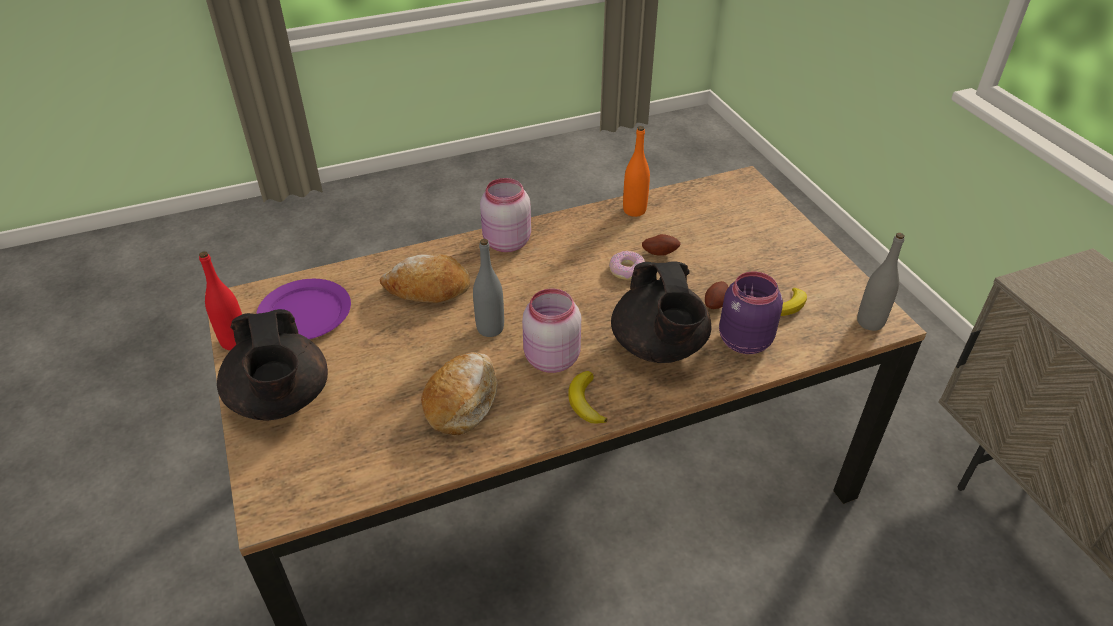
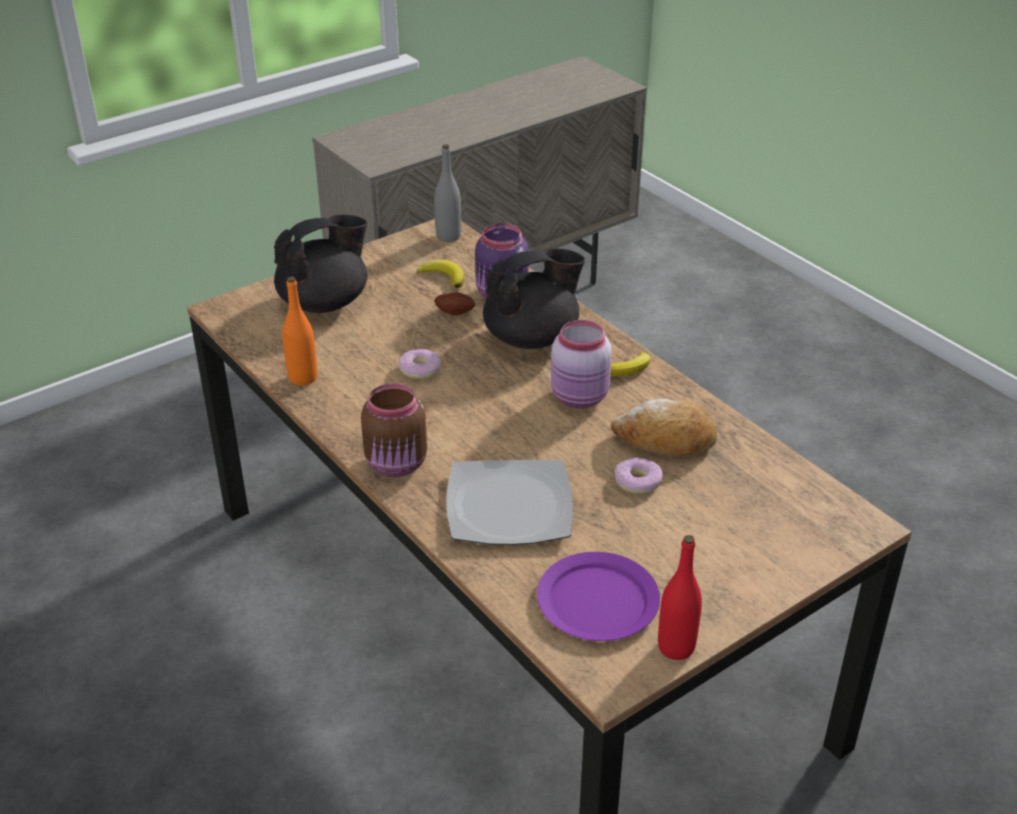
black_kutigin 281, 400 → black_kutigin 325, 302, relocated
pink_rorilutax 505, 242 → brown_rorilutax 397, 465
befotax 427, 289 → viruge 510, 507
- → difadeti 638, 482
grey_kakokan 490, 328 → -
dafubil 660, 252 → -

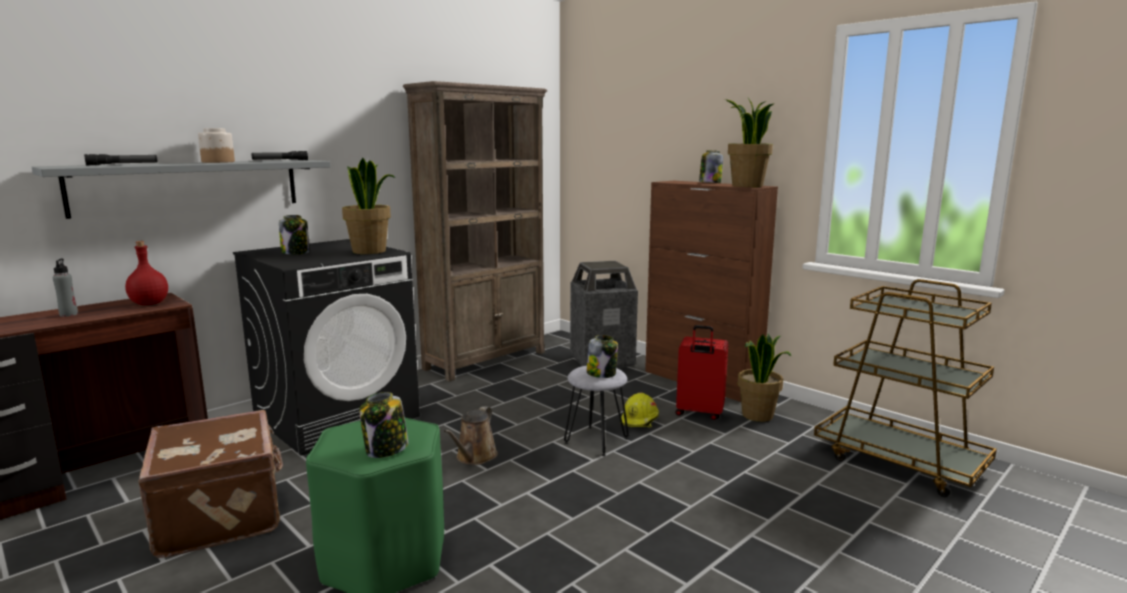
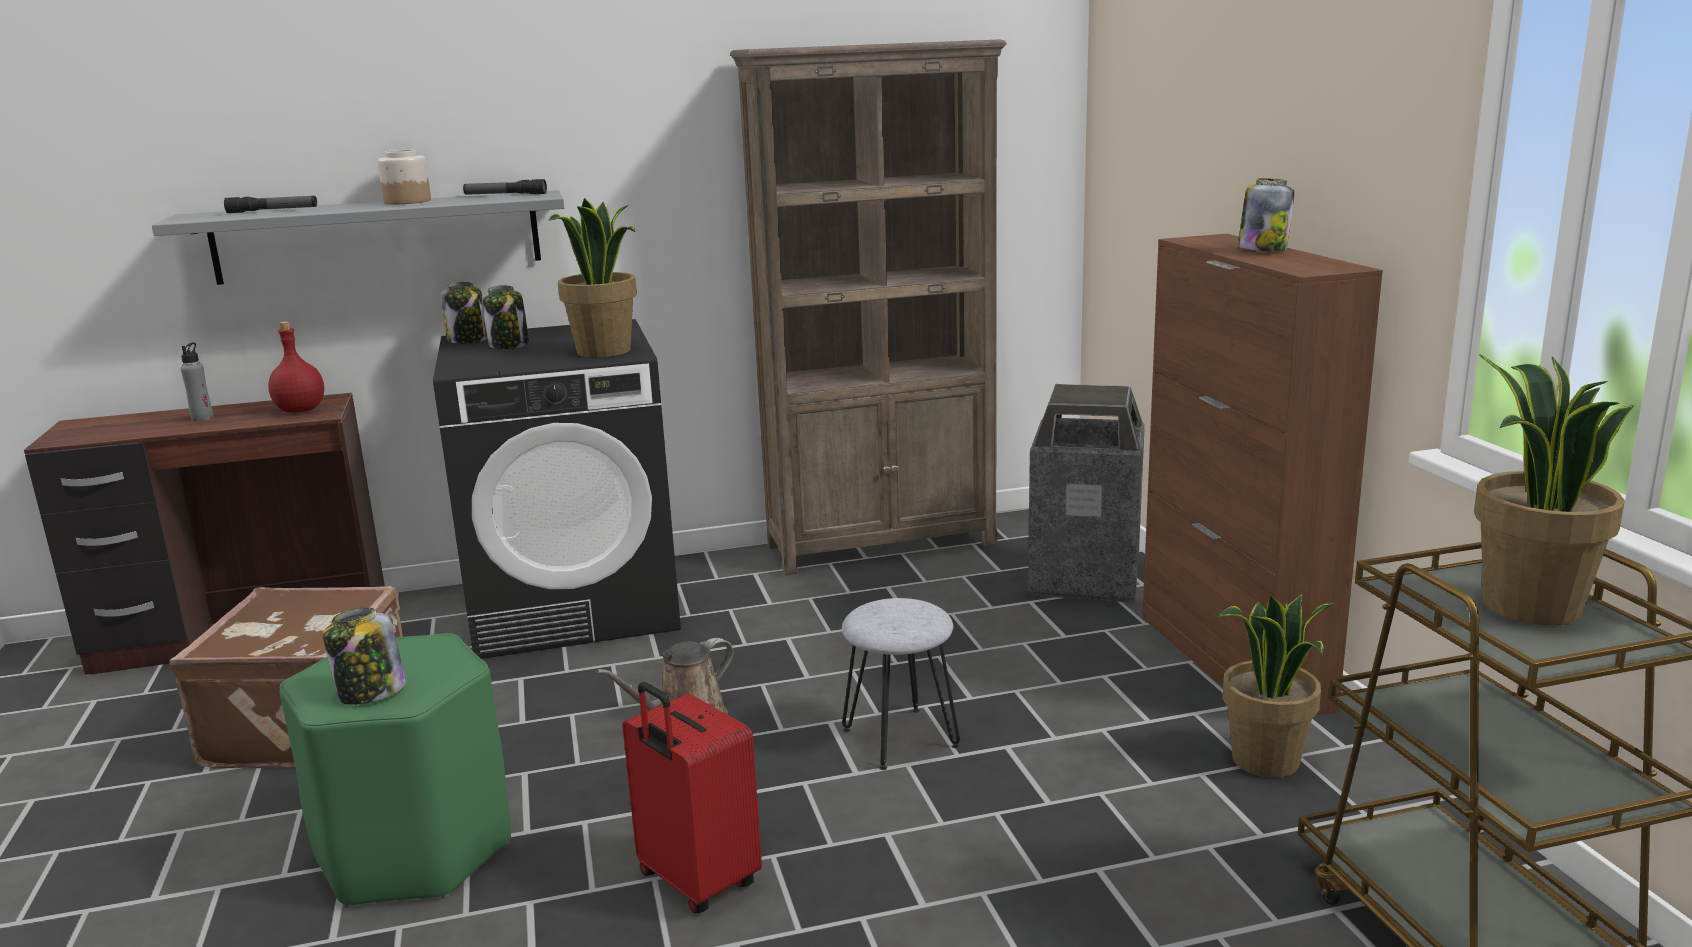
rorilutax 602, 374 → rorilutax 468, 340, relocated
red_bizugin 699, 413 → red_bizugin 696, 882, relocated
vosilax 746, 186 → vosilax 1529, 607, relocated
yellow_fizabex 640, 420 → -

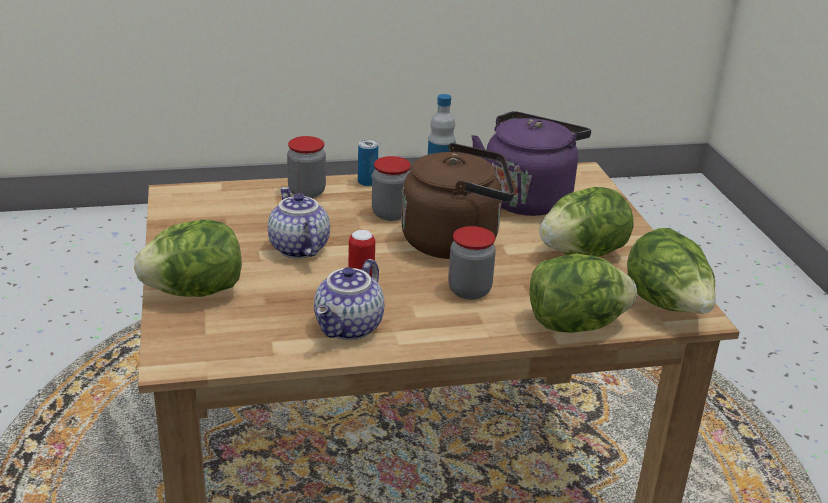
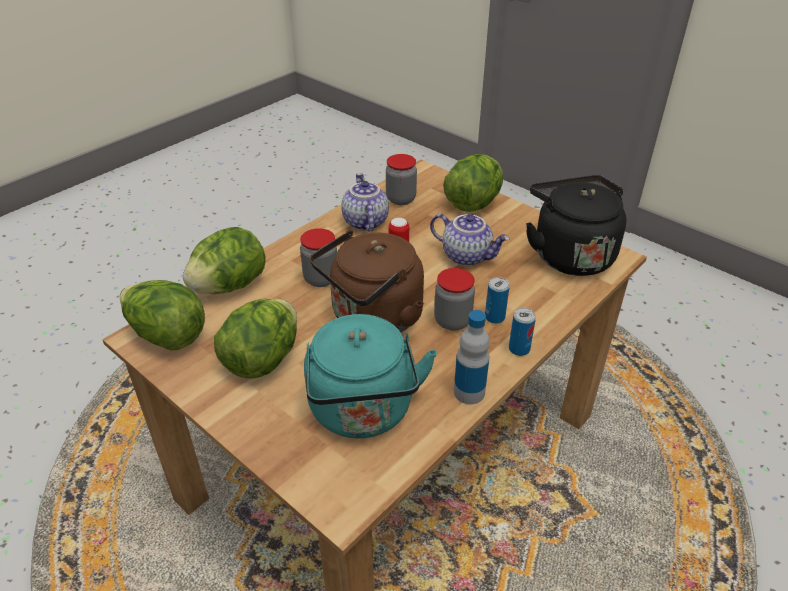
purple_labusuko 528, 198 → turquoise_labusuko 363, 412
rorilutax 307, 192 → rorilutax 401, 199, relocated
- → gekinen 494, 317
- → black_labusuko 569, 254

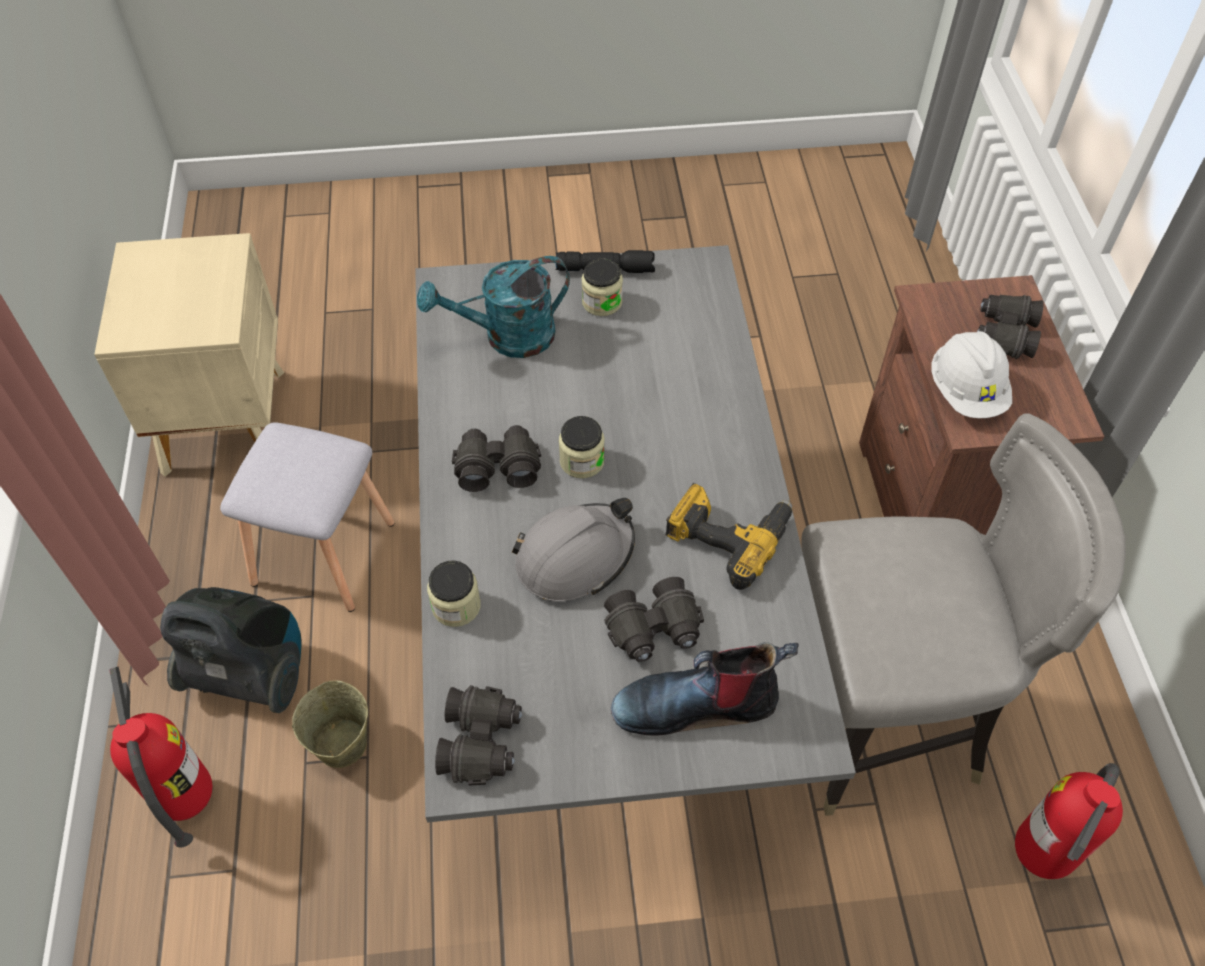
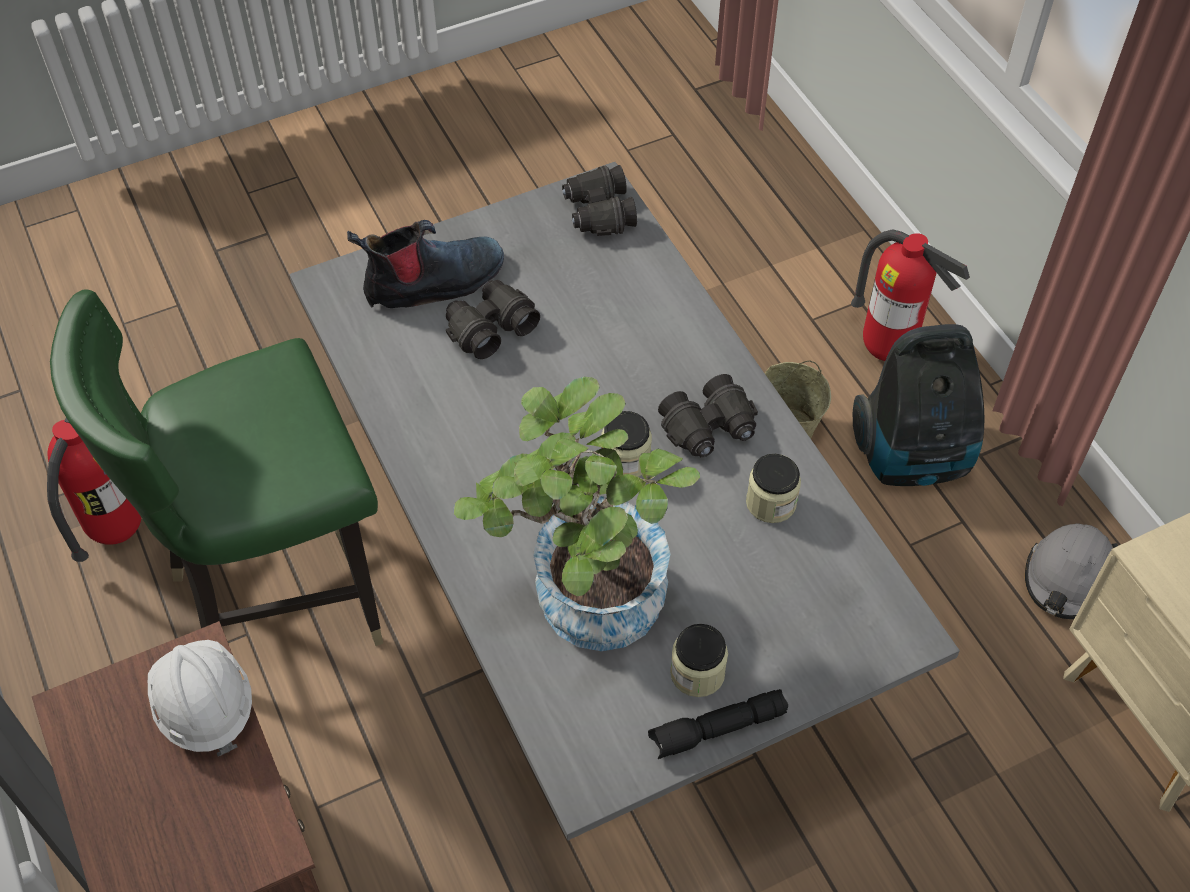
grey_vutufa 879, 727 → green_vutufa 279, 598
- → vosilax 584, 606
rorilutax 456, 606 → rorilutax 771, 502, relocated
grey_fizabex 575, 557 → grey_fizabex 1068, 578, relocated
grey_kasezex 323, 550 → -
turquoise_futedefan 507, 337 → -
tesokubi 728, 535 → -
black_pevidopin 1004, 334 → -

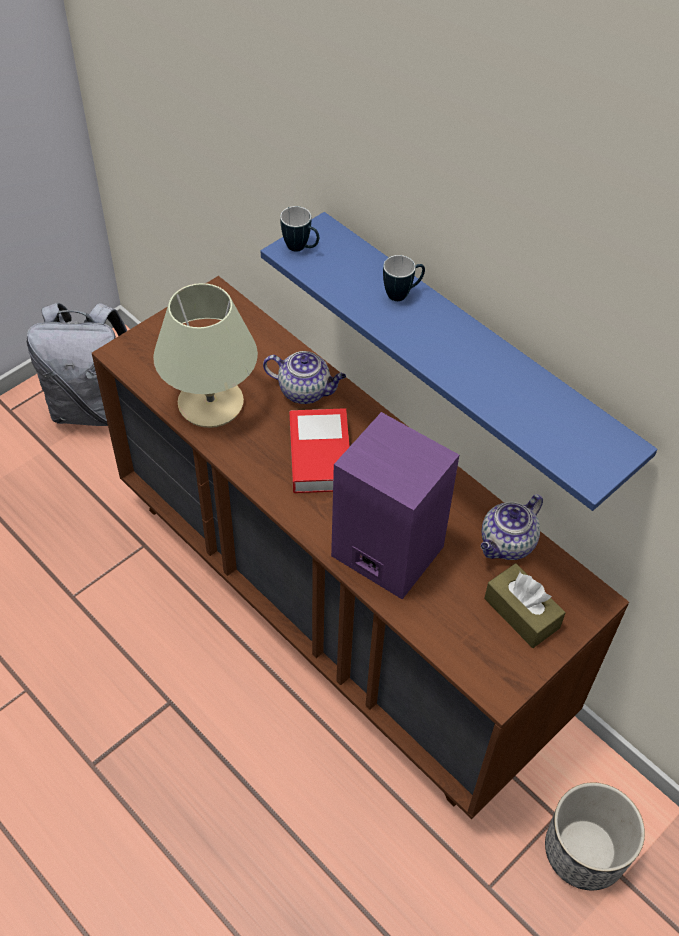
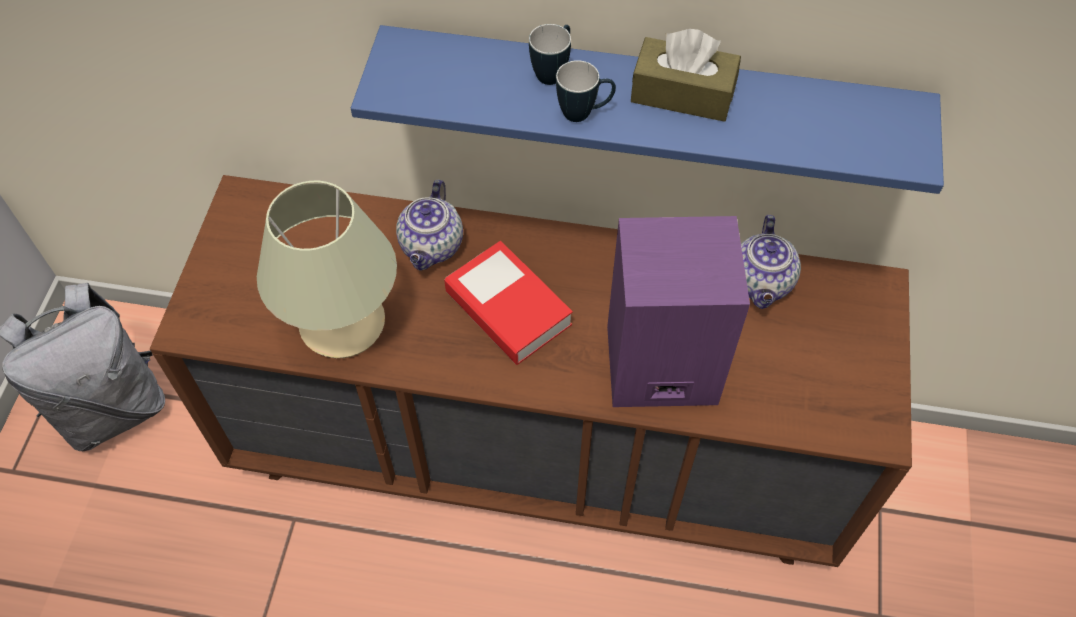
kutigin 305, 391 → kutigin 432, 247, 120 degrees clockwise
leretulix 301, 248 → leretulix 584, 113, relocated
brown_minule 521, 613 → brown_minule 682, 94, relocated
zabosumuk 584, 851 → -

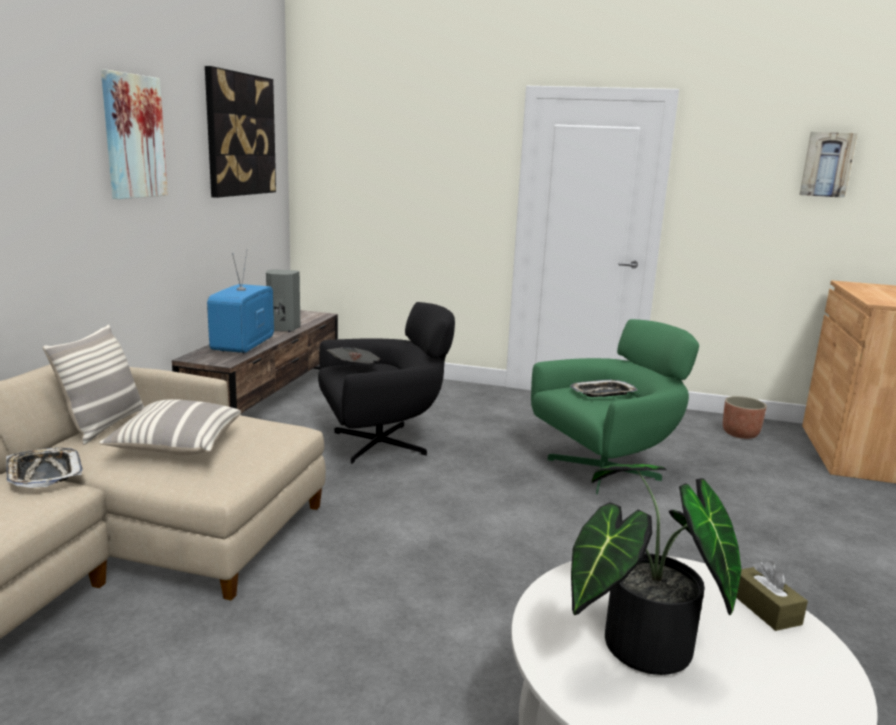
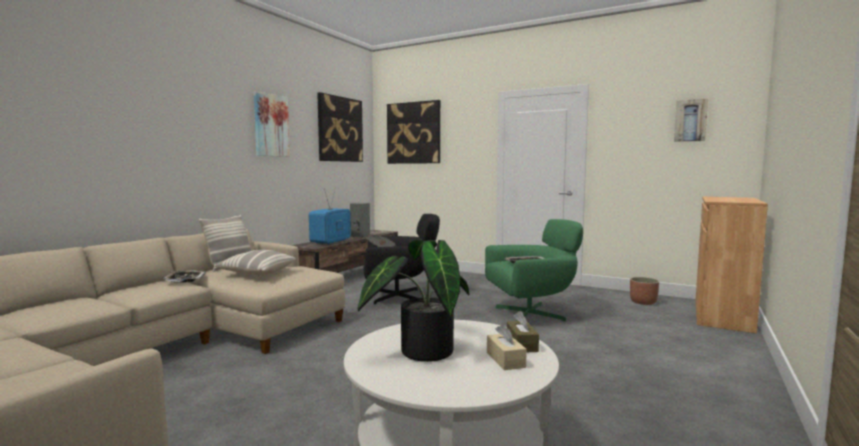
- → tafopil 413, 133
- → beige_minule 505, 360

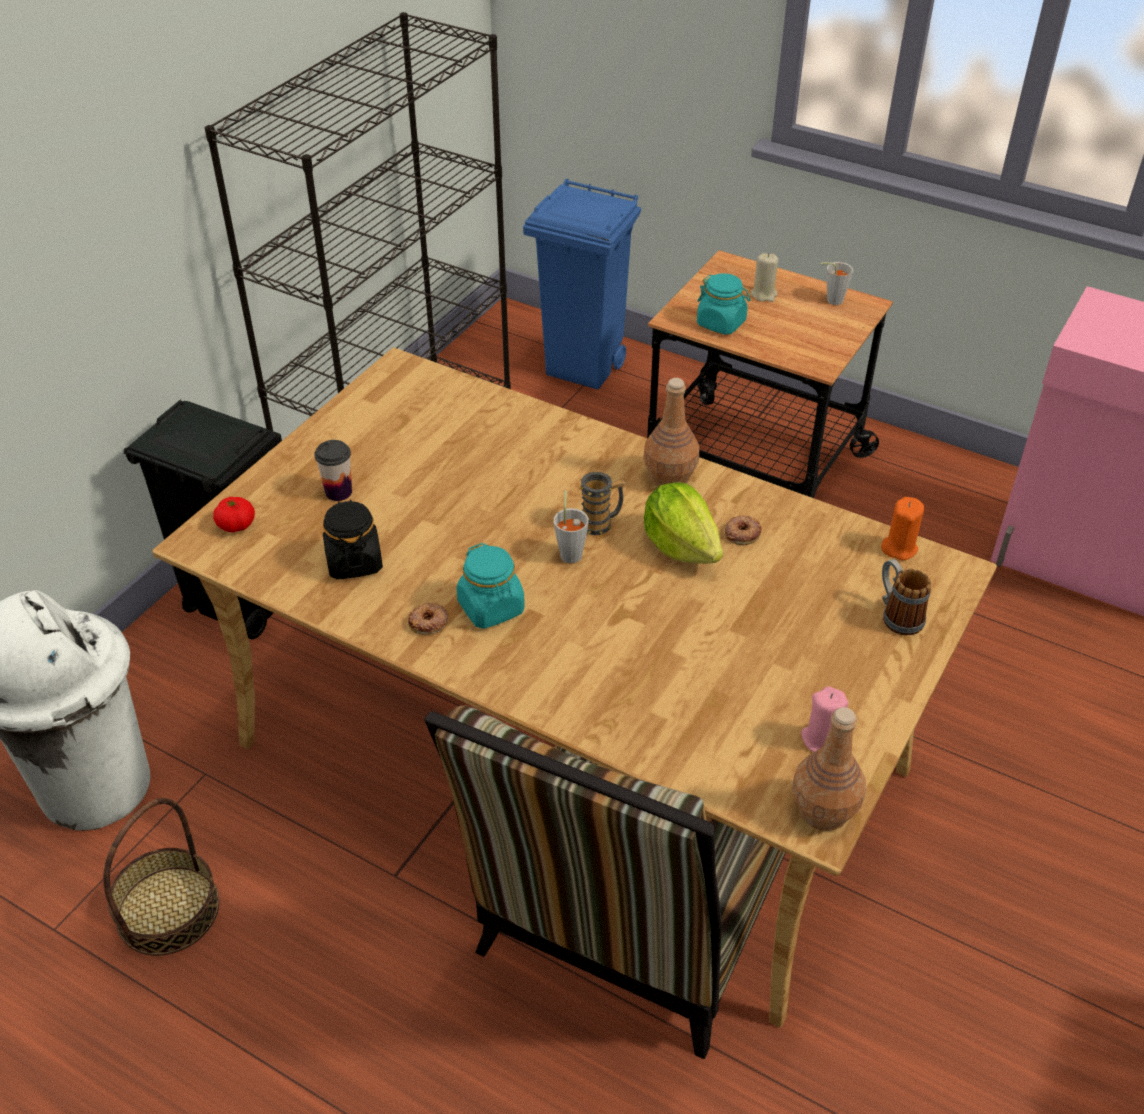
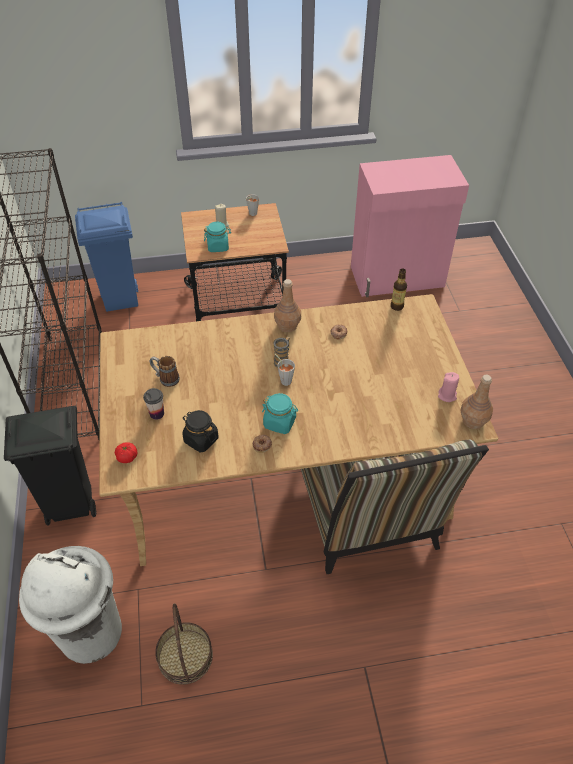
leretulix 897, 615 → leretulix 165, 378, relocated
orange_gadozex 899, 548 → kakokan 397, 306
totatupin 681, 546 → -

